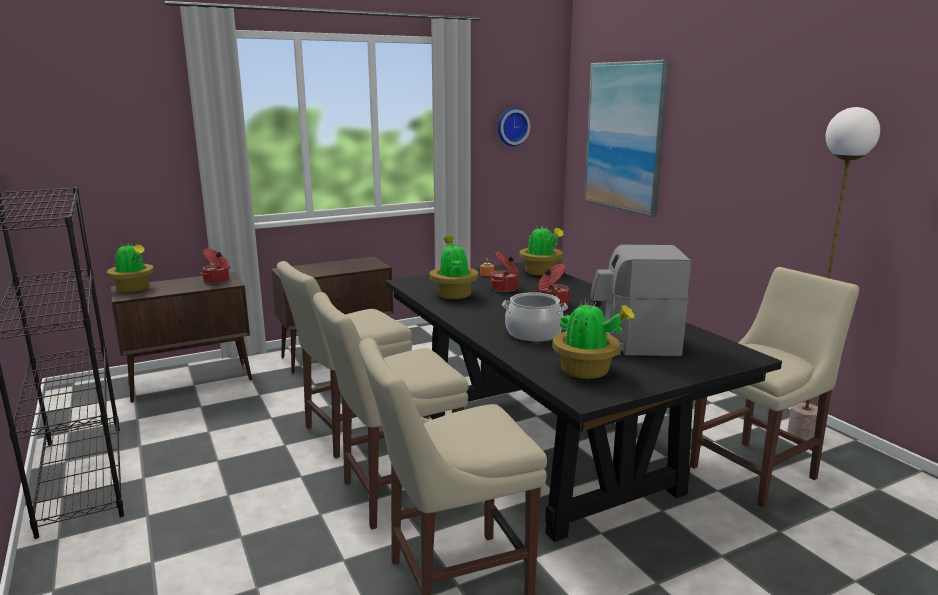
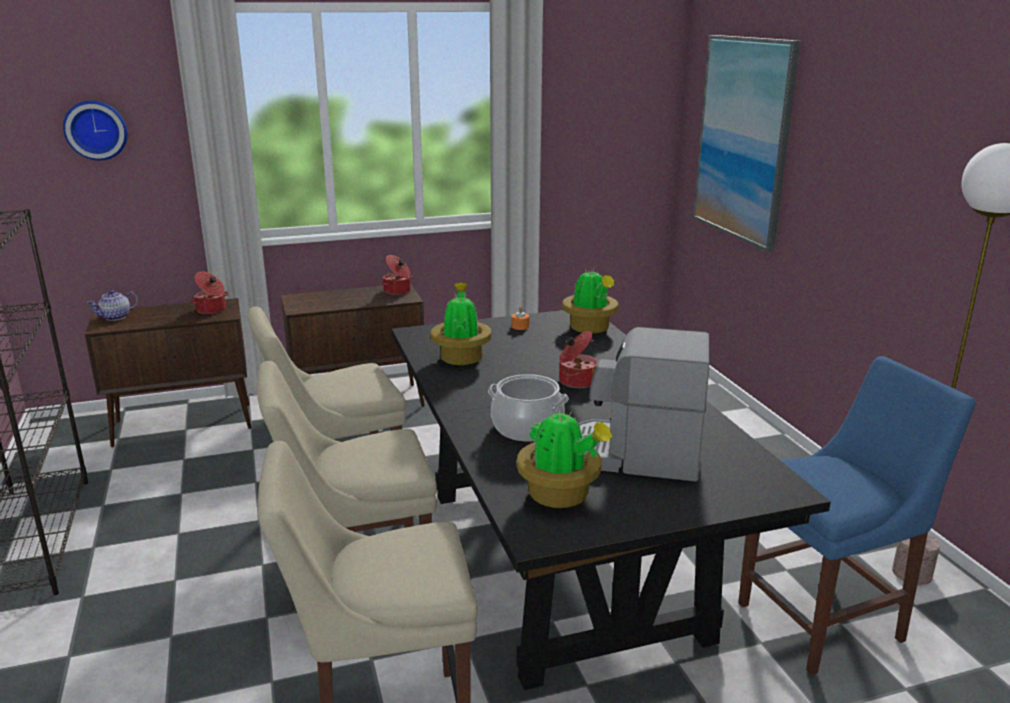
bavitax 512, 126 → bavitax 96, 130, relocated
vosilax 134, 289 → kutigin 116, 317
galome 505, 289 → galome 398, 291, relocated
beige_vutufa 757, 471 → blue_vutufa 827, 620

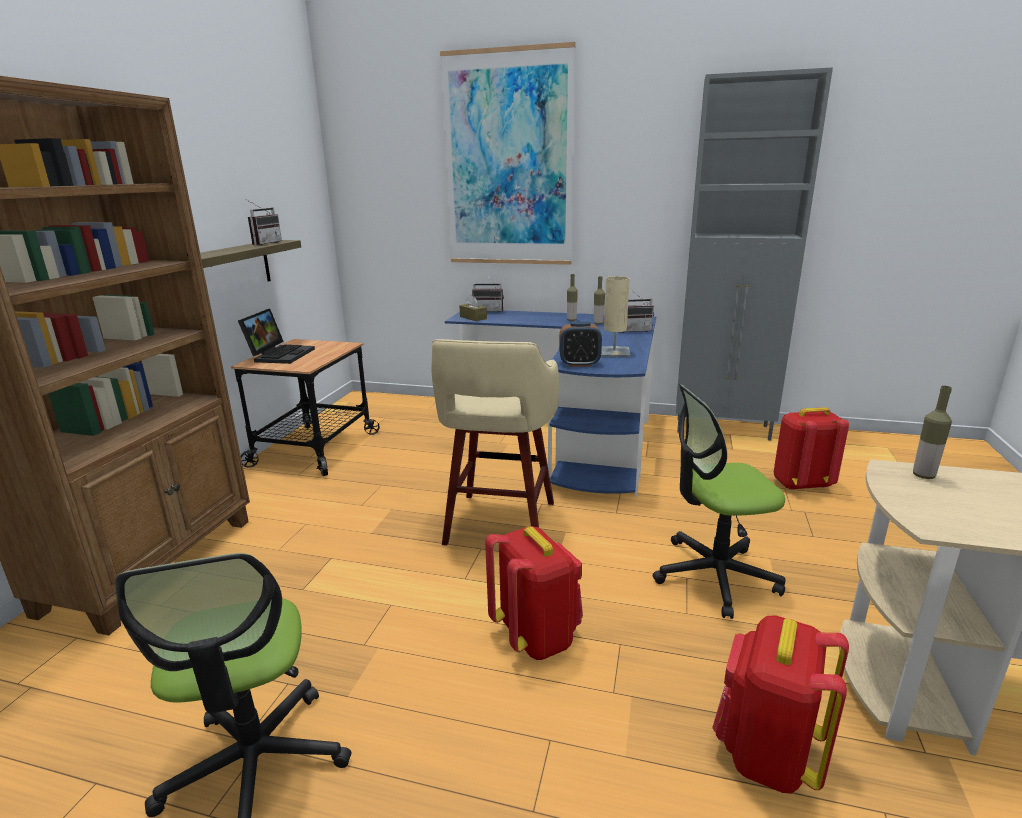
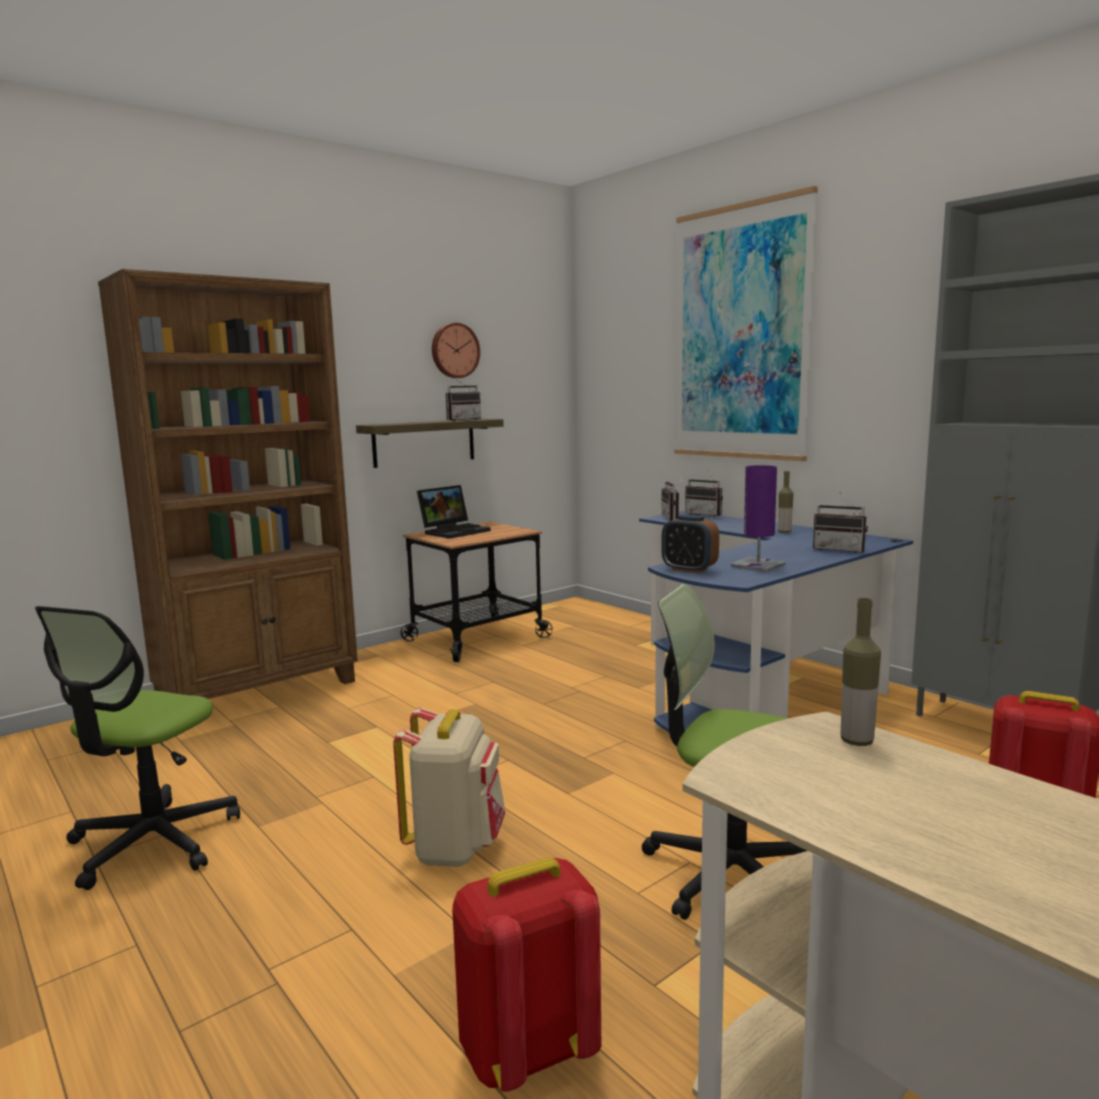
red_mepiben 536, 636 → beige_mepiben 455, 848
- → bavitax 454, 350
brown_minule 473, 317 → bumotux 674, 518
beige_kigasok 614, 352 → purple_kigasok 758, 565
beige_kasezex 499, 525 → -
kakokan 598, 323 → -

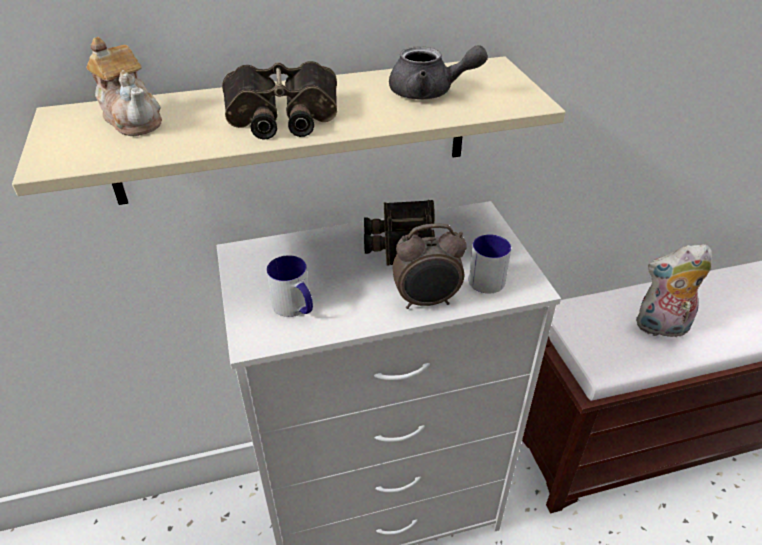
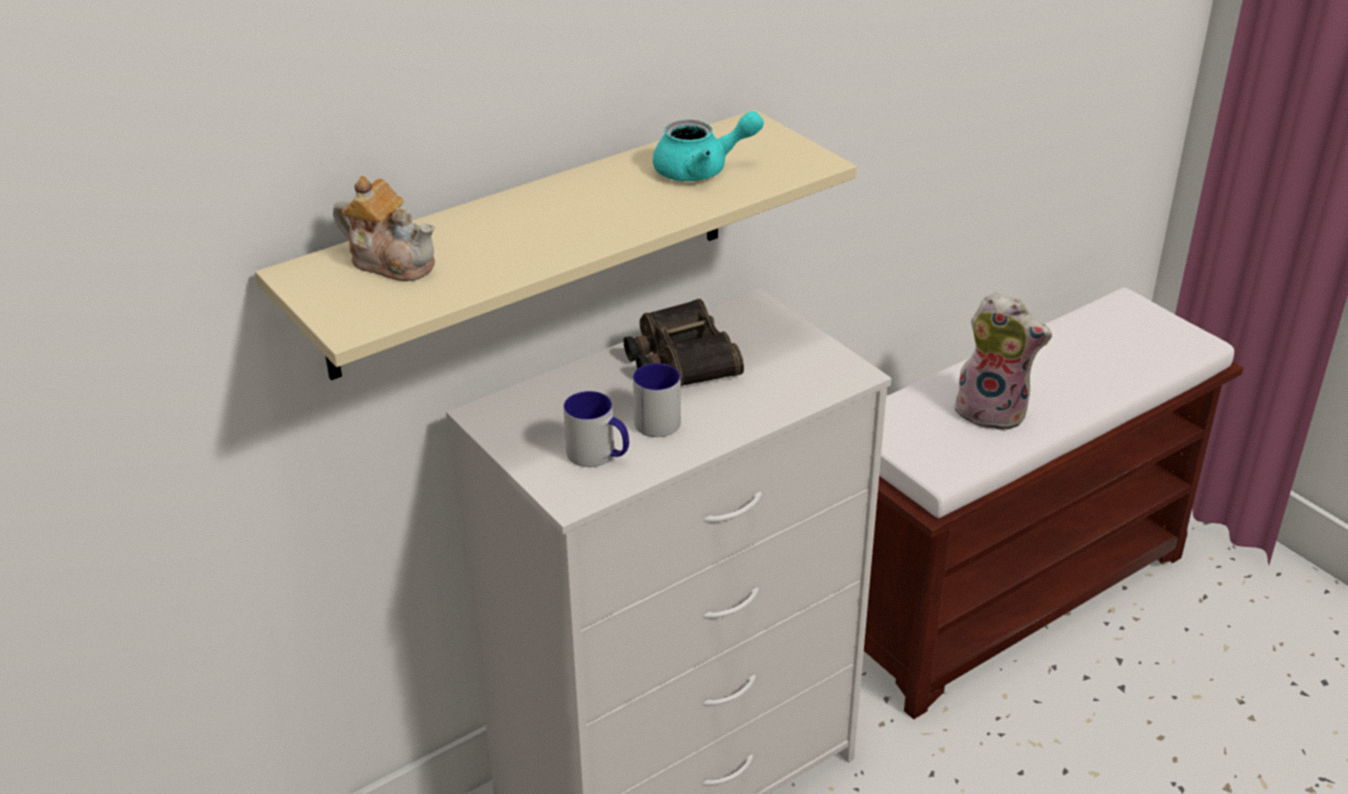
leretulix 486, 276 → leretulix 654, 417, relocated
grey_kutigin 429, 92 → turquoise_kutigin 702, 170
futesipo 660, 328 → futesipo 993, 412, 135 degrees counterclockwise
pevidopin 282, 115 → -
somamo 427, 301 → -

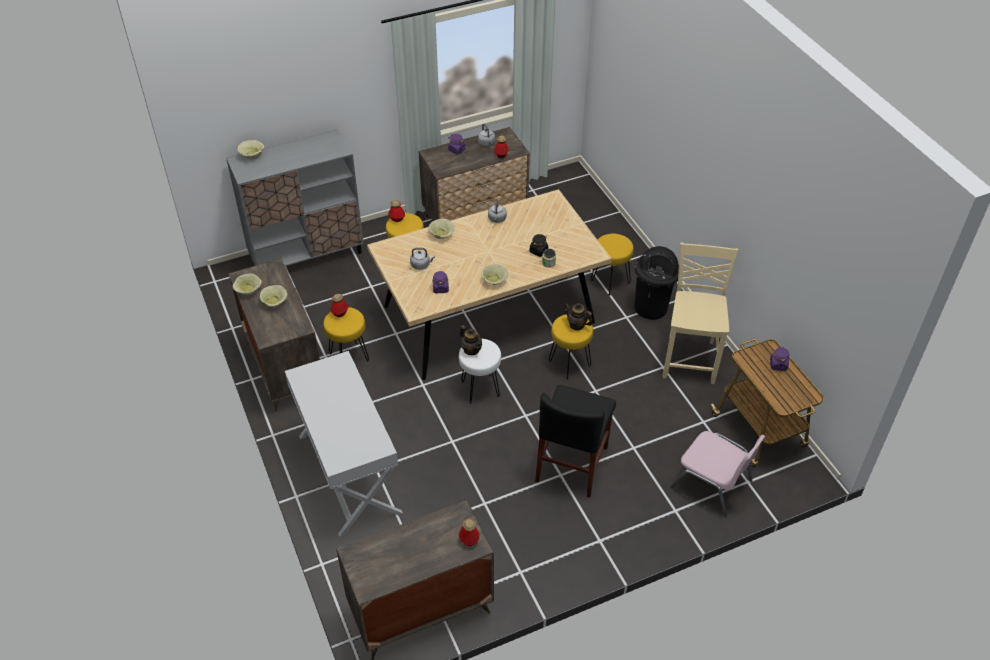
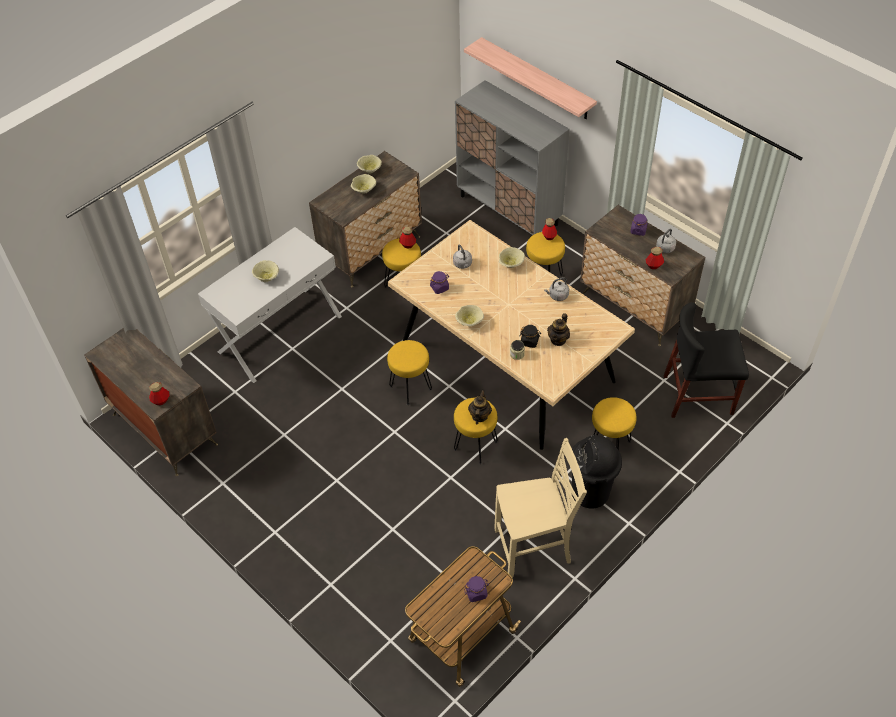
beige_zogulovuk 252, 156 → beige_zogulovuk 267, 277, relocated
white_kasezex 480, 389 → yellow_kasezex 410, 388
- → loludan 537, 79
kutigin 471, 350 → kutigin 558, 339, relocated
black_vutufa 572, 463 → black_vutufa 698, 395, relocated
pink_vutufa 712, 484 → -

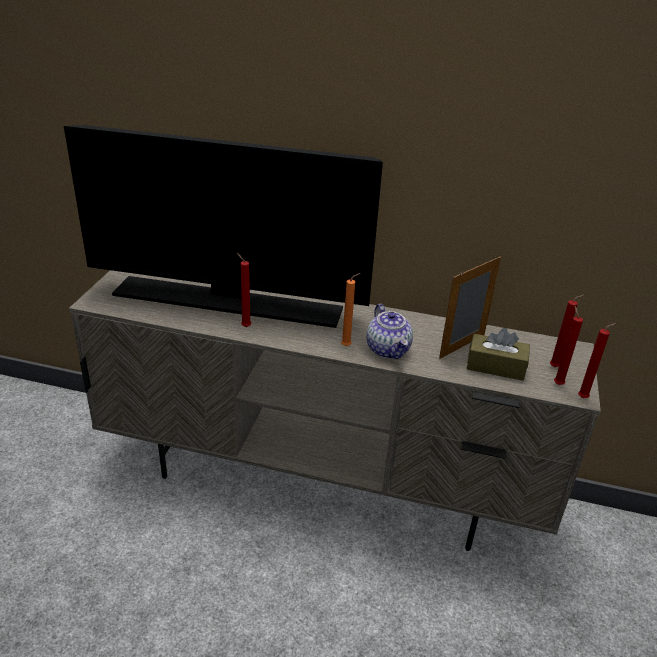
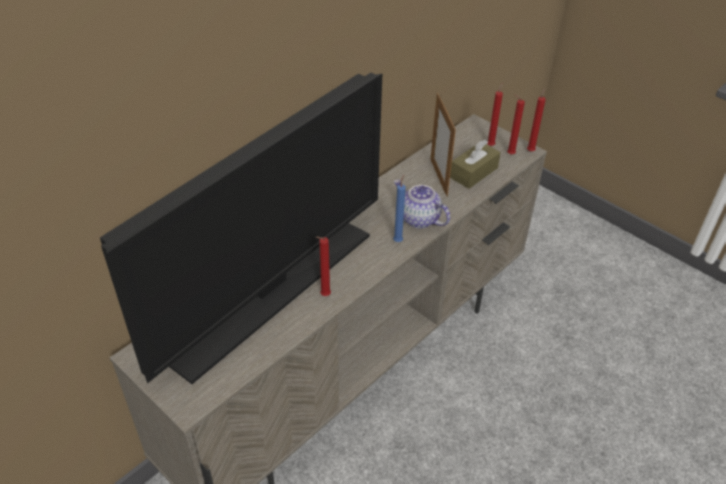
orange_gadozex 347, 346 → blue_gadozex 398, 240
kutigin 388, 350 → kutigin 418, 219, 150 degrees counterclockwise

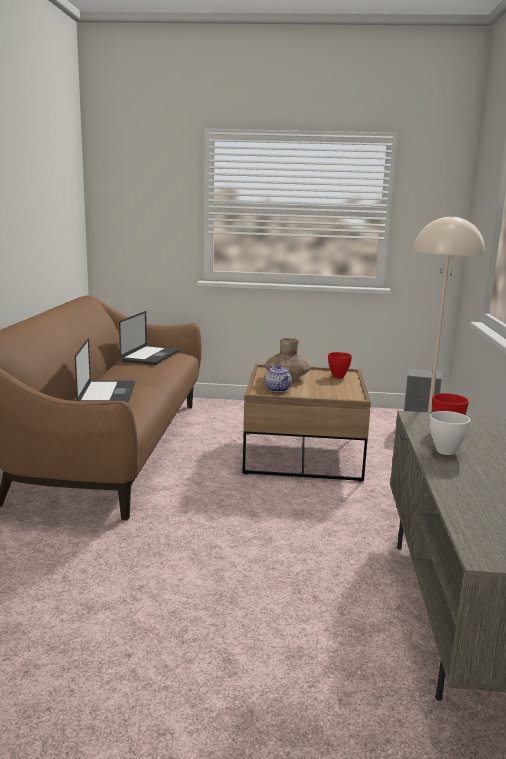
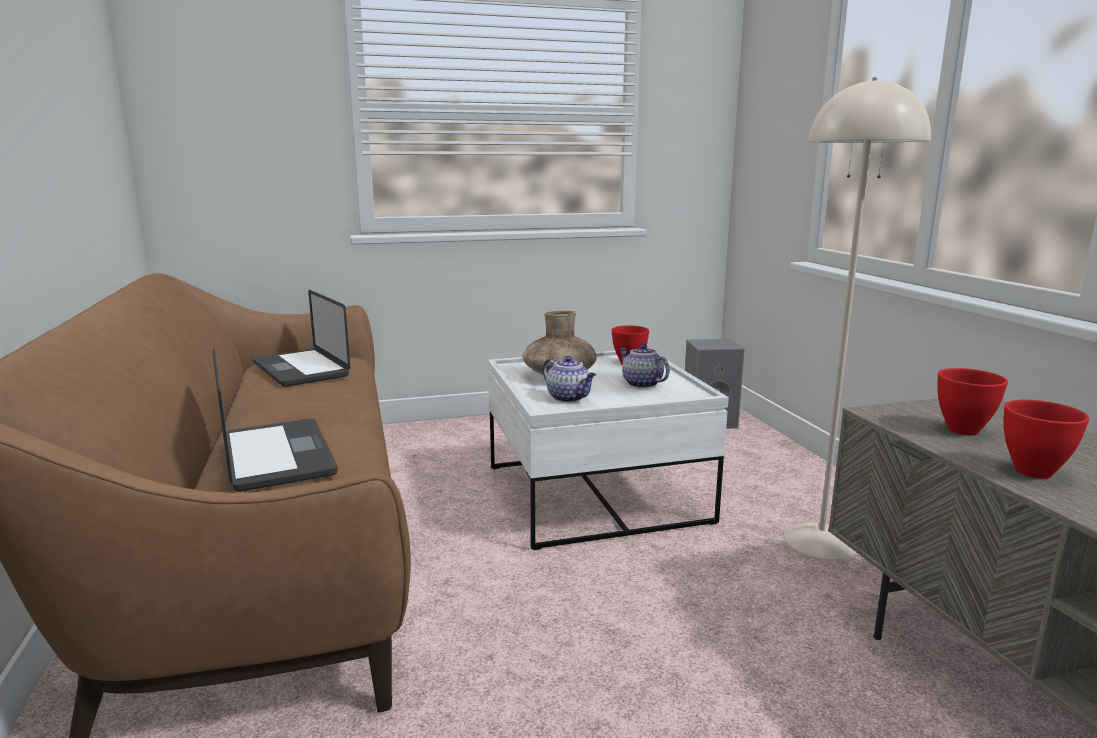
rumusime 150, 356 → rumusime 300, 369, 150 degrees clockwise
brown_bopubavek 302, 454 → white_bopubavek 595, 494
- → kutigin 641, 383
white_zogulovuk 444, 451 → red_zogulovuk 1031, 472

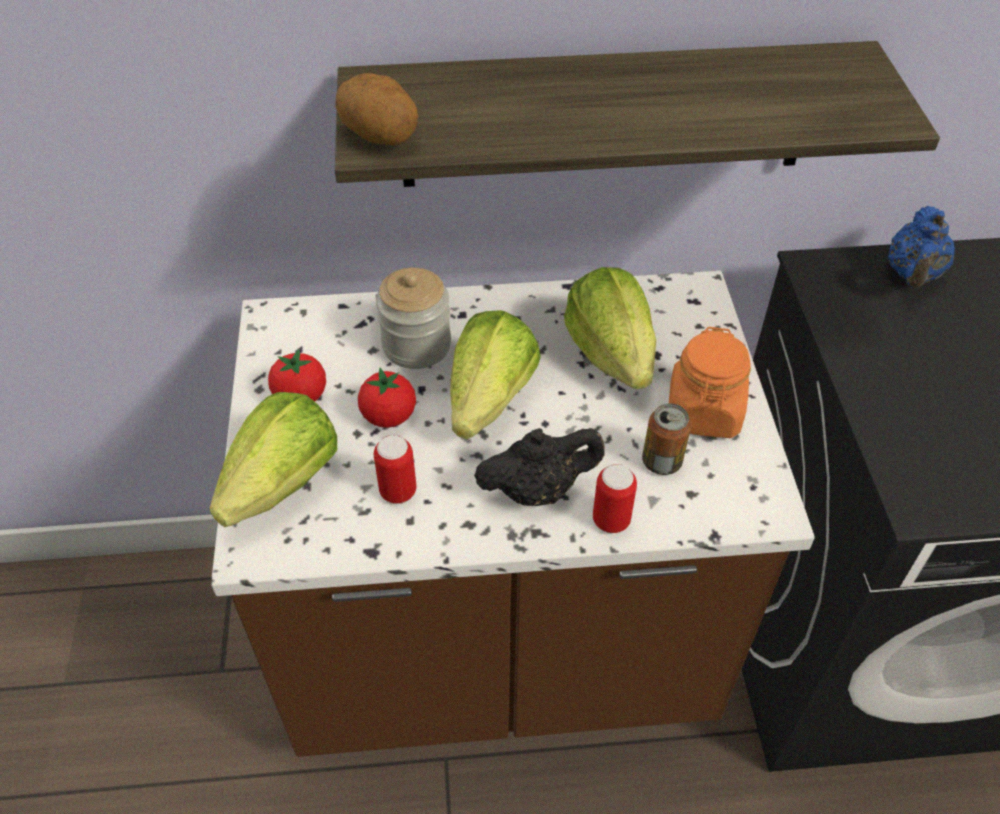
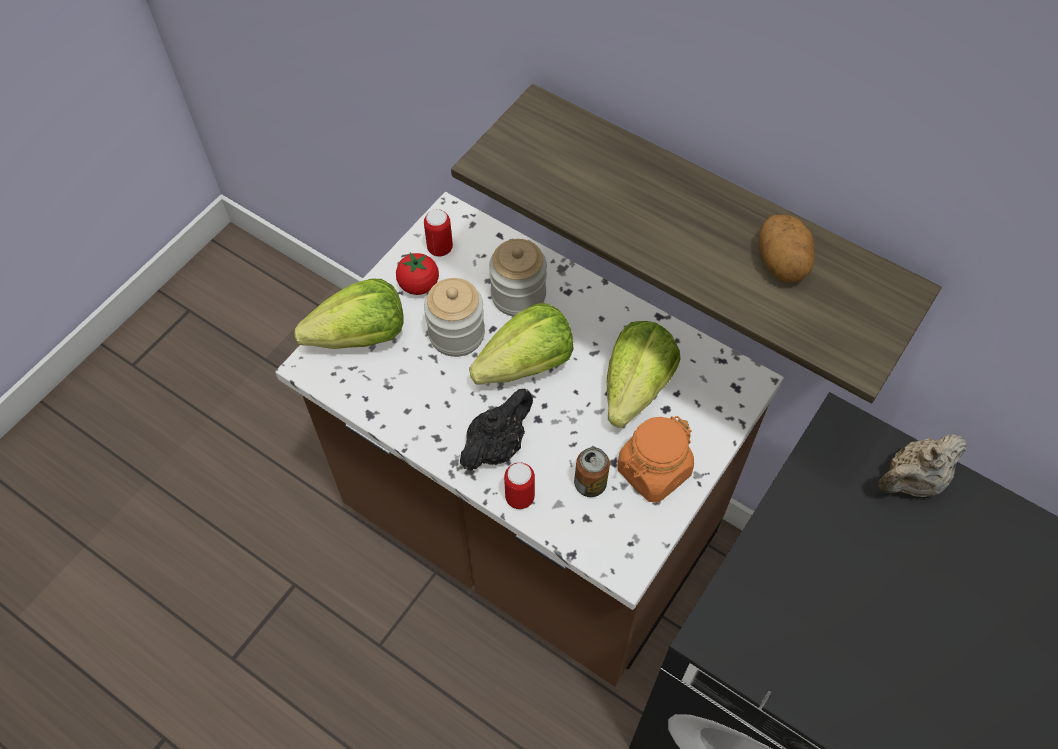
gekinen 398, 491 → gekinen 440, 248, relocated
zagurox 389, 416 → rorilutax 456, 334
black_kutigin 538, 489 → black_kutigin 496, 446, 75 degrees counterclockwise
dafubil 380, 137 → dafubil 782, 263, relocated
blue_kutigin 912, 275 → beige_kutigin 912, 481

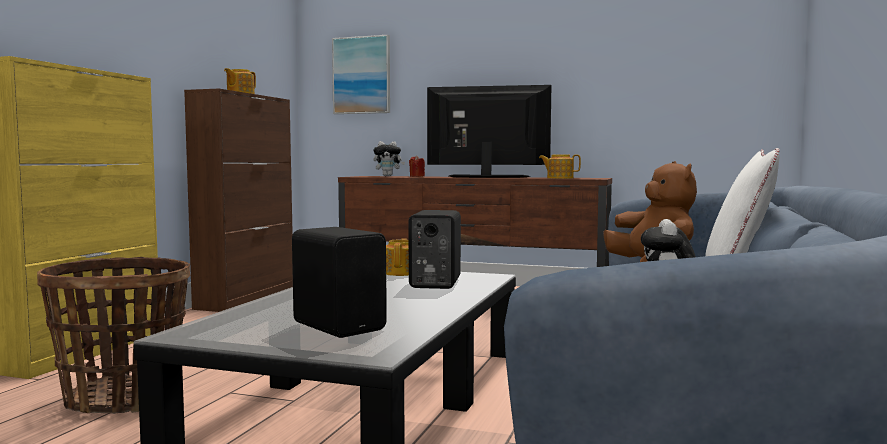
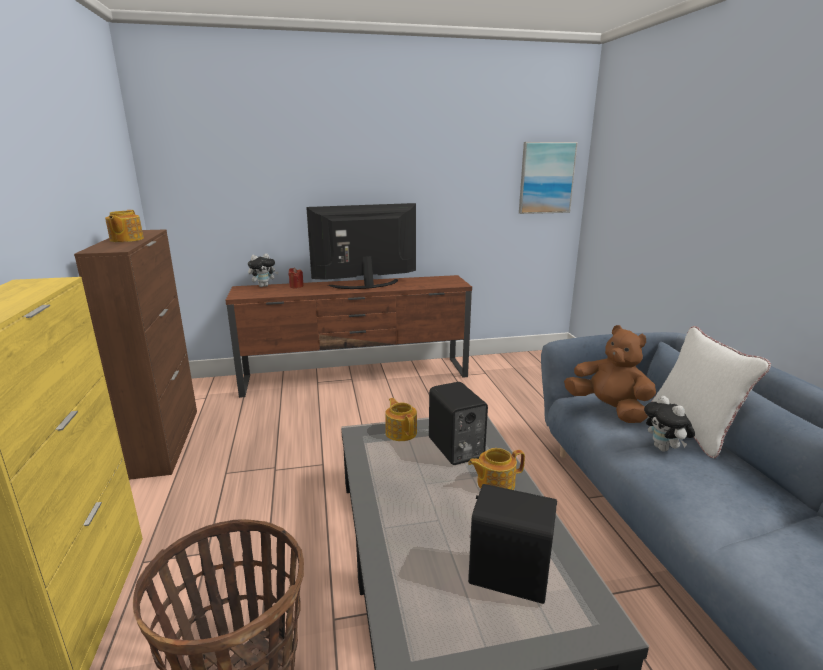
kutigin 559, 178 → kutigin 494, 483, relocated
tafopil 362, 75 → tafopil 546, 178, relocated

